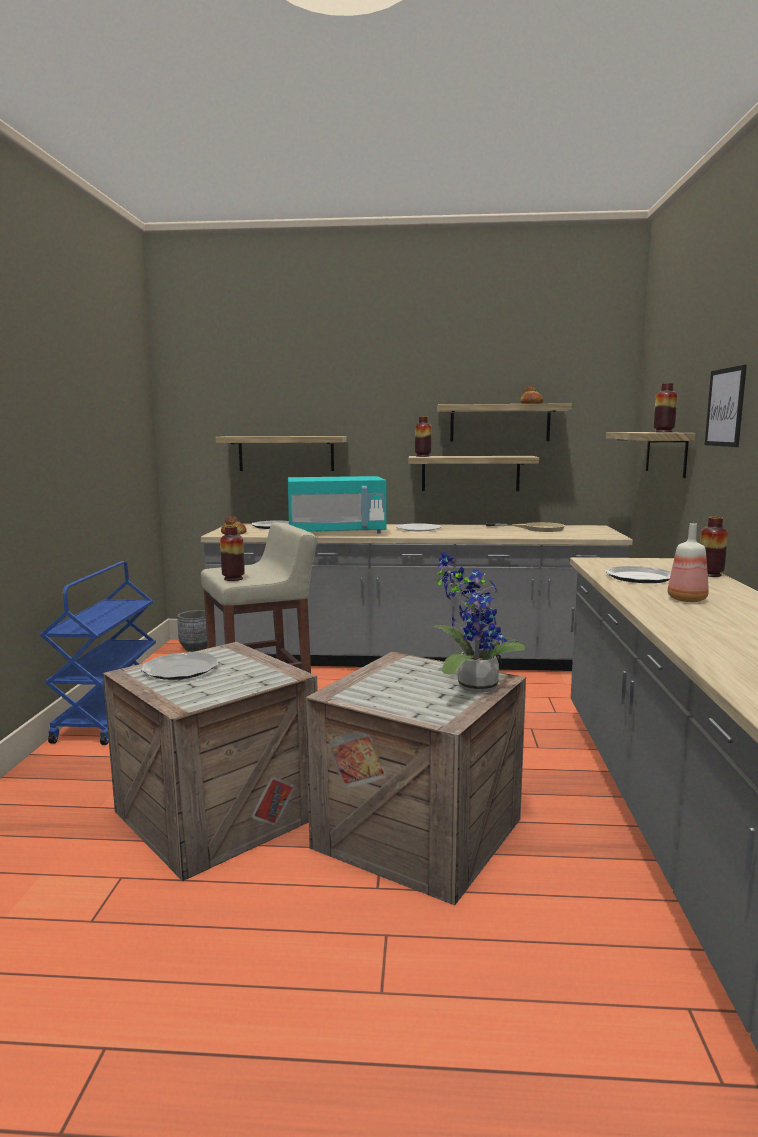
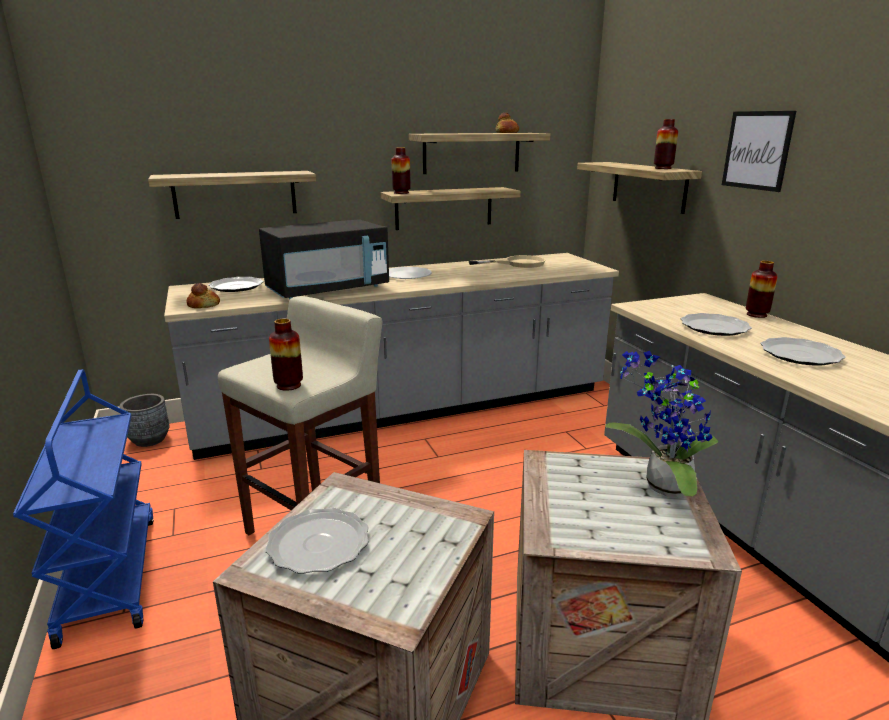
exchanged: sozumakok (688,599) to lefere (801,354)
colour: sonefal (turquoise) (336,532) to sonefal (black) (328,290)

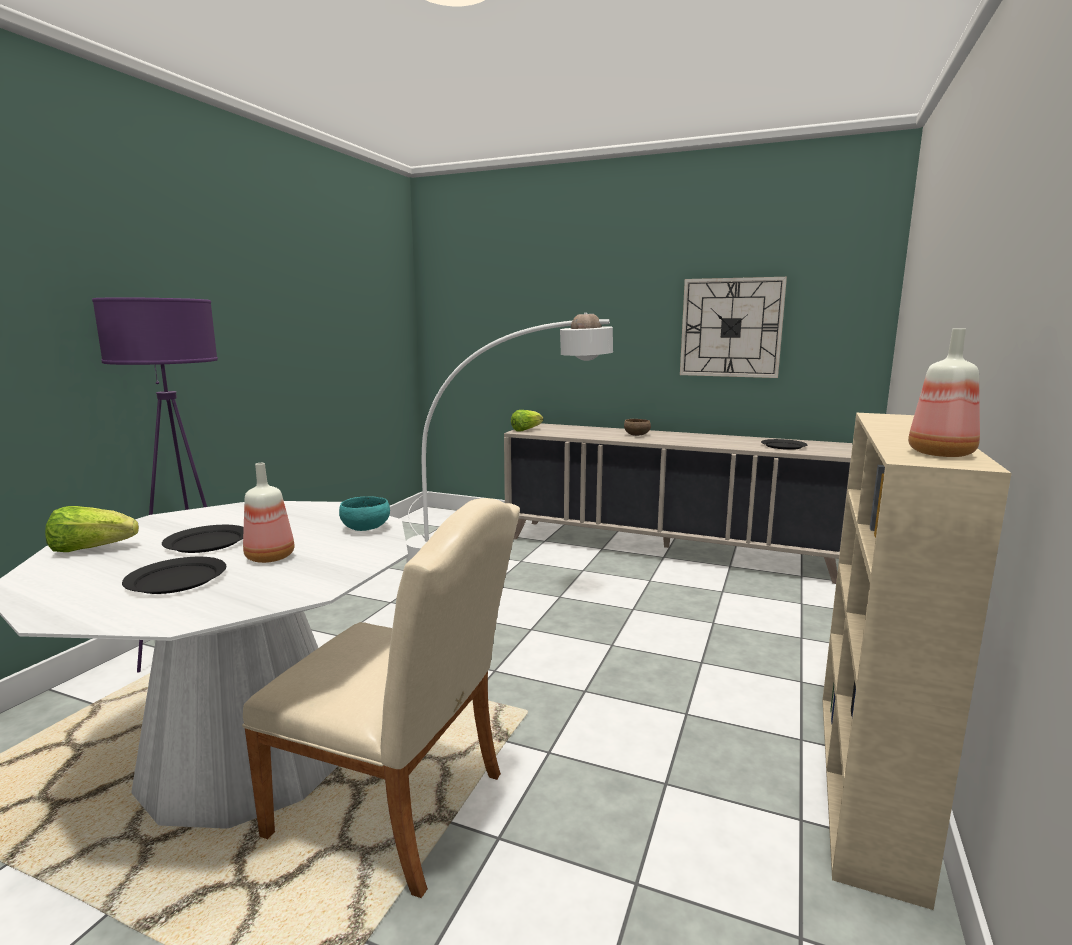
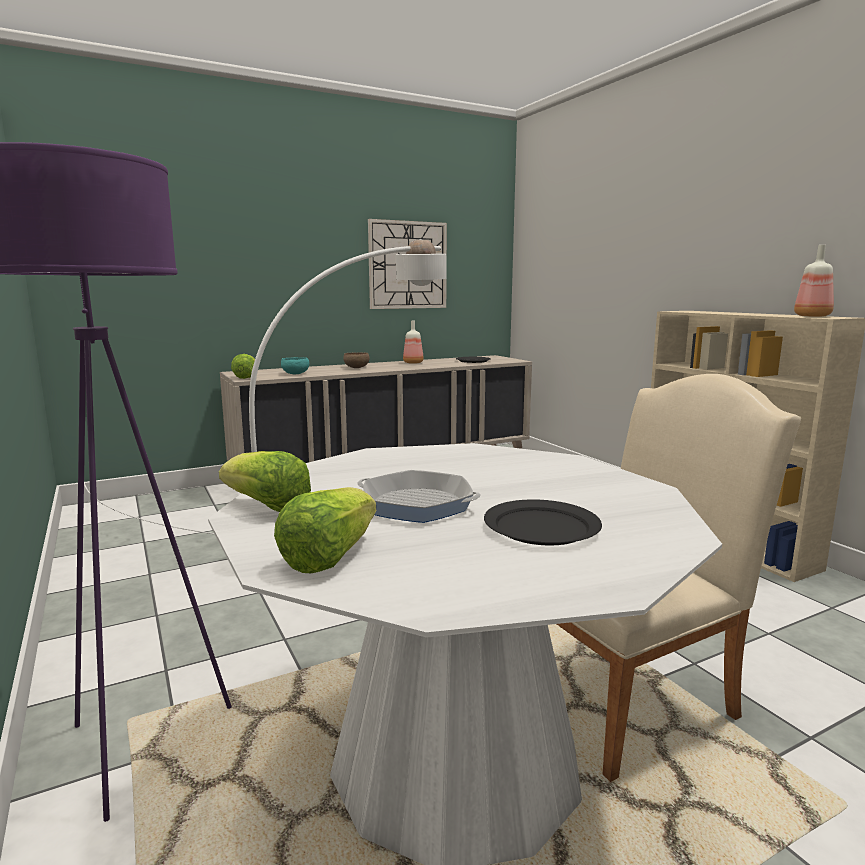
appeared: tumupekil (267,506)
relocated: sozumakok (271,557) to (412,362); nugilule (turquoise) (365,528) to (295,374)
exchanged: lefere (black) (207,542) to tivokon (417,504)

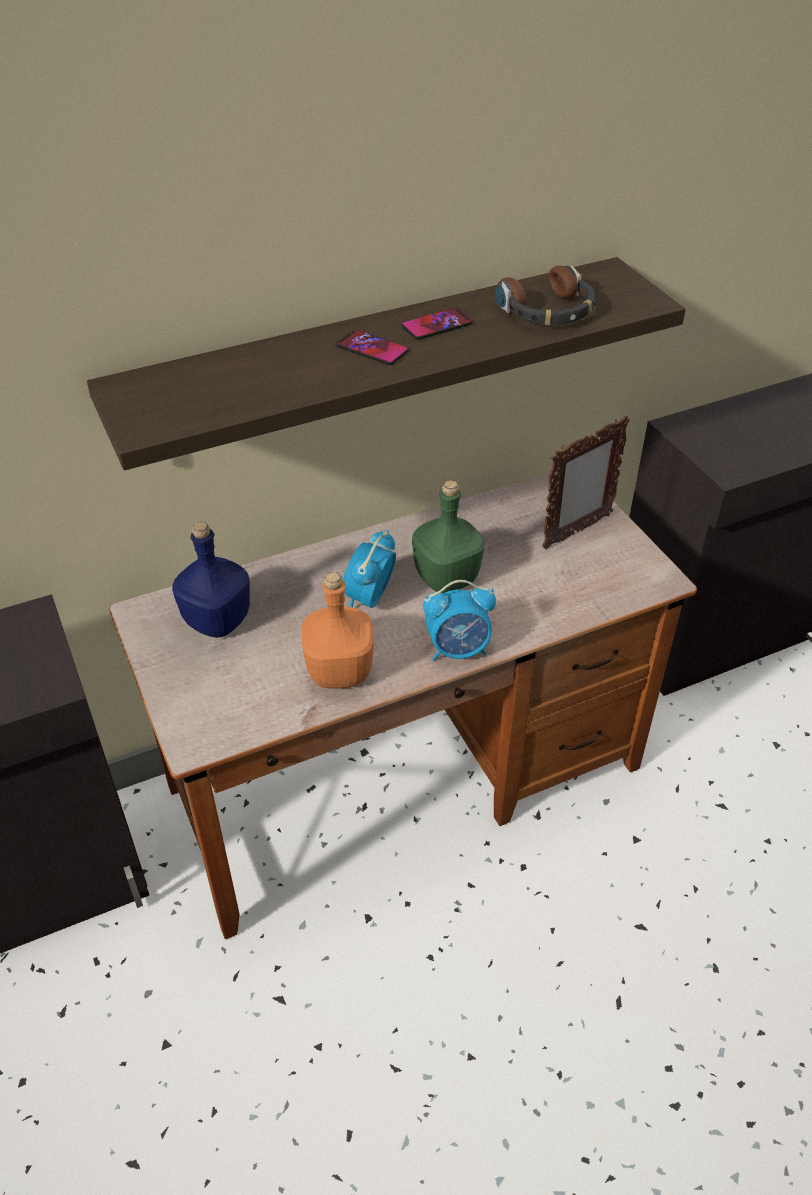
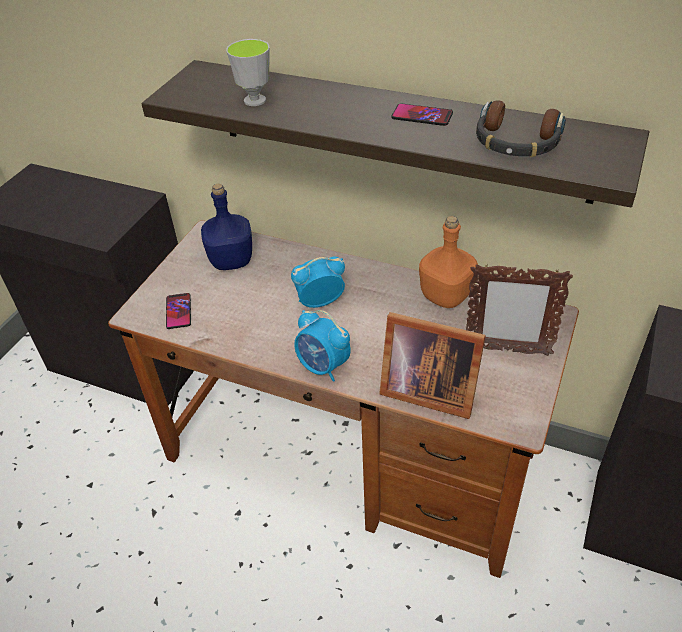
missing: sozumakok (green) (447,579)
appeared: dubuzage (255,100); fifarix (426,389)
relocated: sozumakok (orange) (339,671) to (446,295); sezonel (372,348) to (178,311)

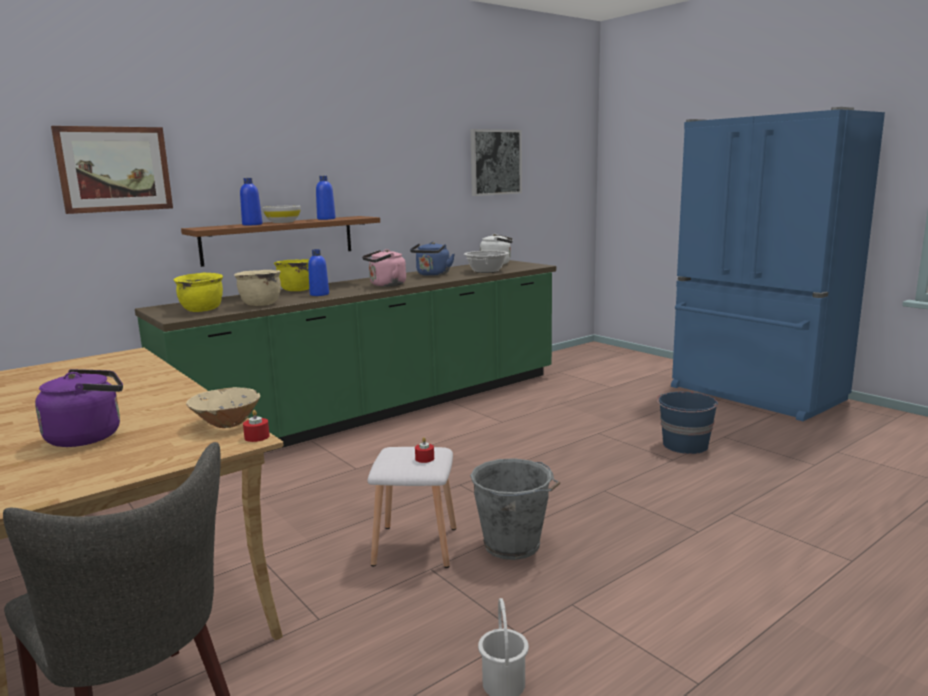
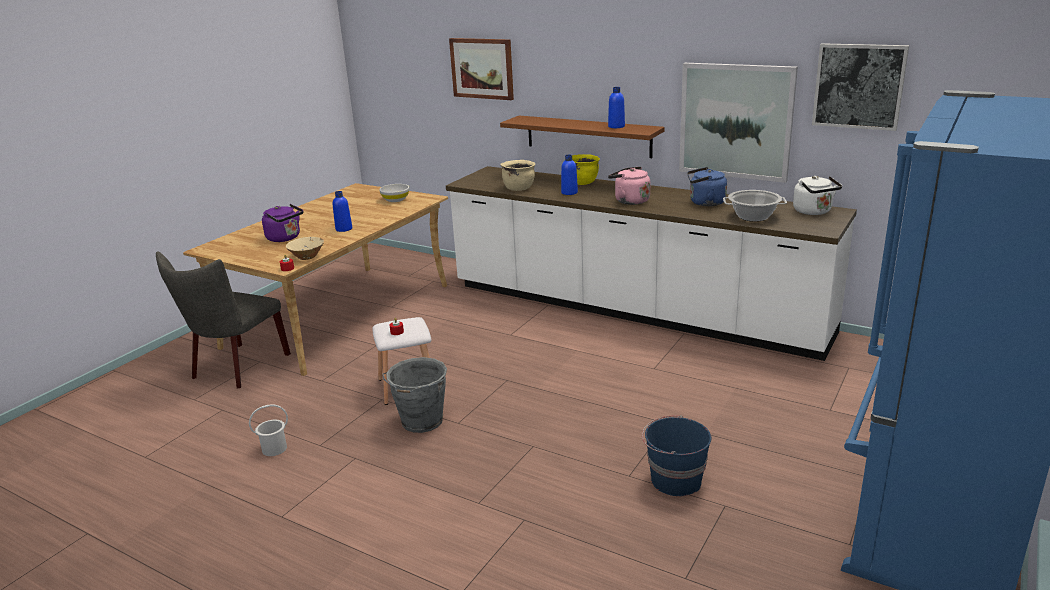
missing: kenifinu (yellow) (202,310)
appeared: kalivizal (735,121)
relocated: sozumakok (blue) (252,224) to (344,229); nugilule (white) (283,222) to (395,199)
colour: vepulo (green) (381,410) to vepulo (white) (632,310)

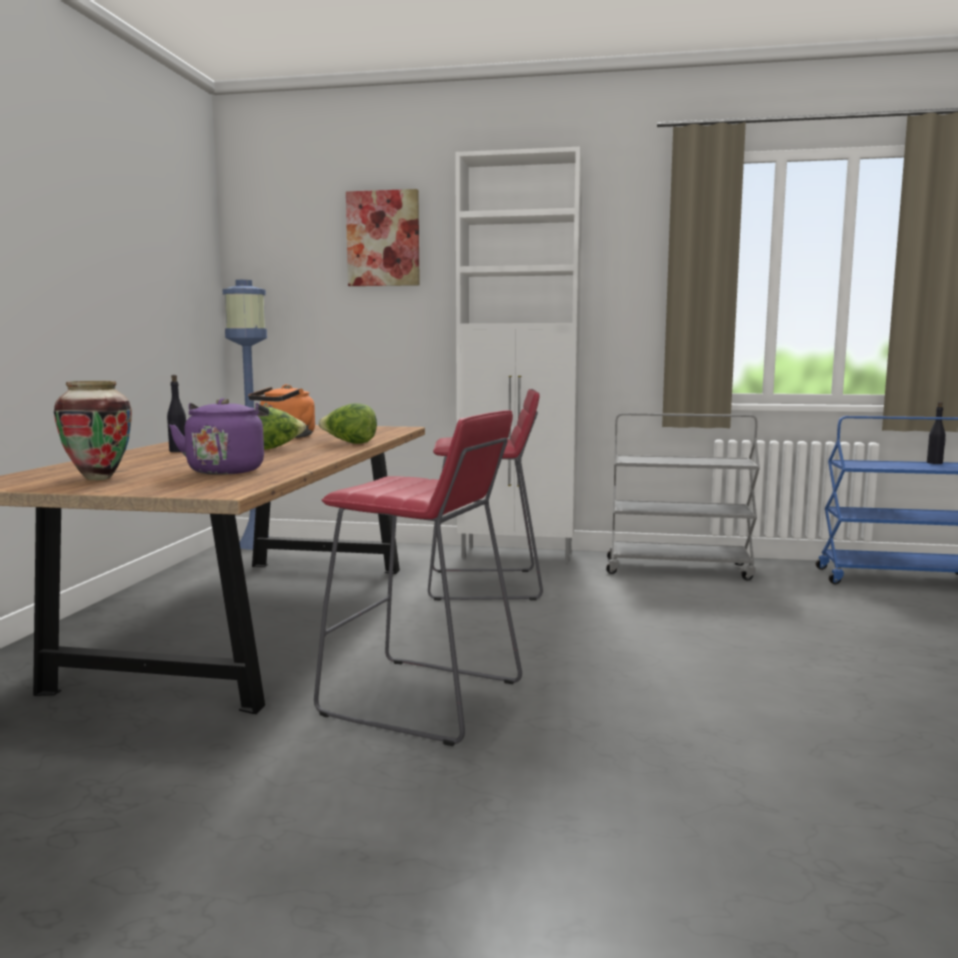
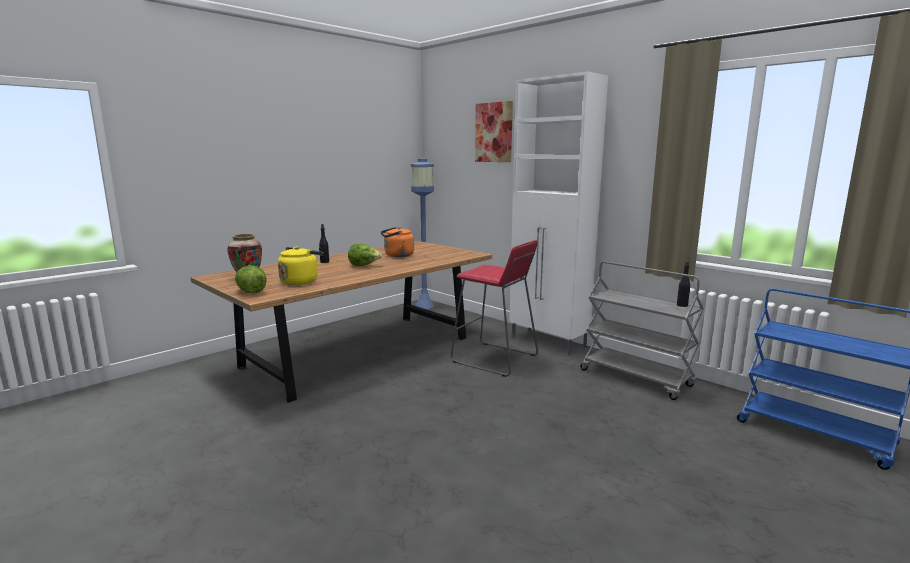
missing: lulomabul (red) (422,699)
relocated: tumupekil (349,443) to (250,292); sozumakok (black) (935,463) to (682,305)
colour: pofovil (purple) (226,470) to pofovil (yellow) (300,281)

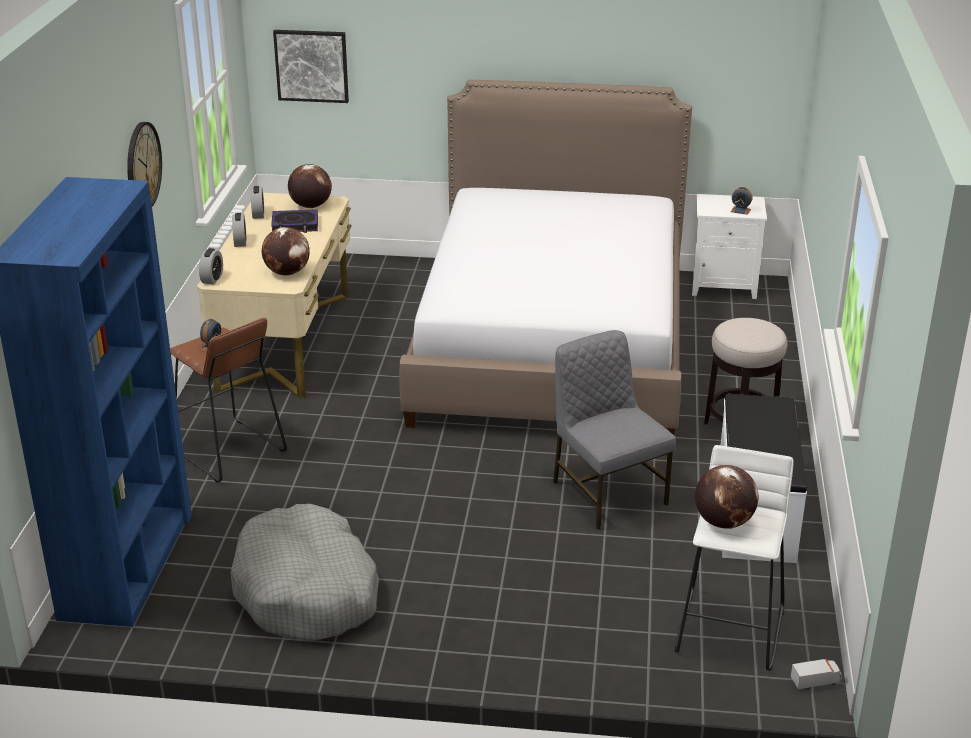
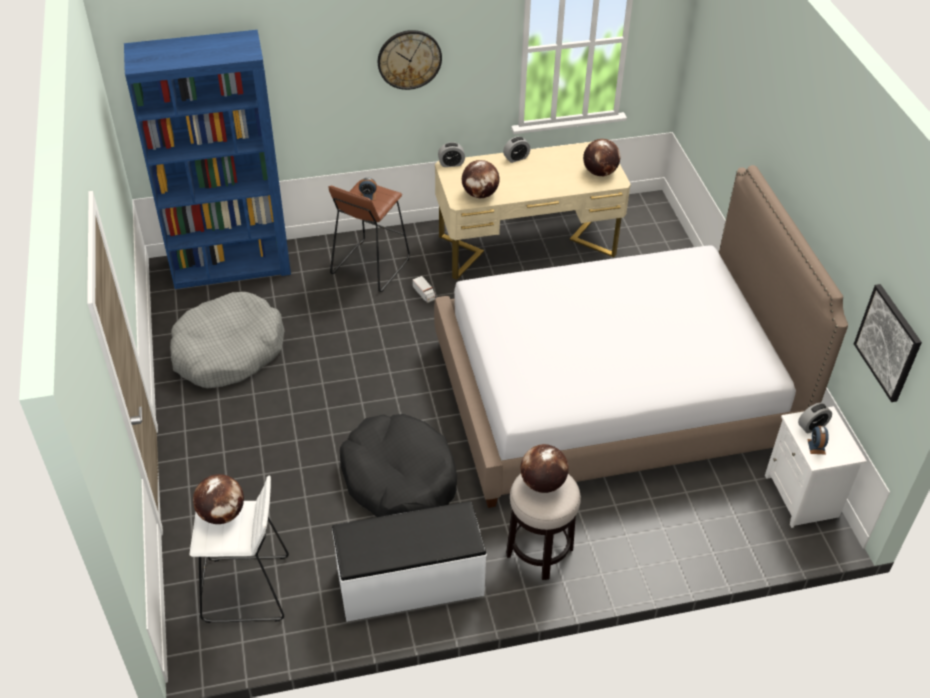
missing: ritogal (295,225)
appeared: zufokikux (542,483)
relocated: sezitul (258,214) to (812,426); kalivizal (311,65) to (888,342); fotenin (816,681) to (424,294)
exchanged: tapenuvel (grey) (607,492) to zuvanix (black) (399,480)

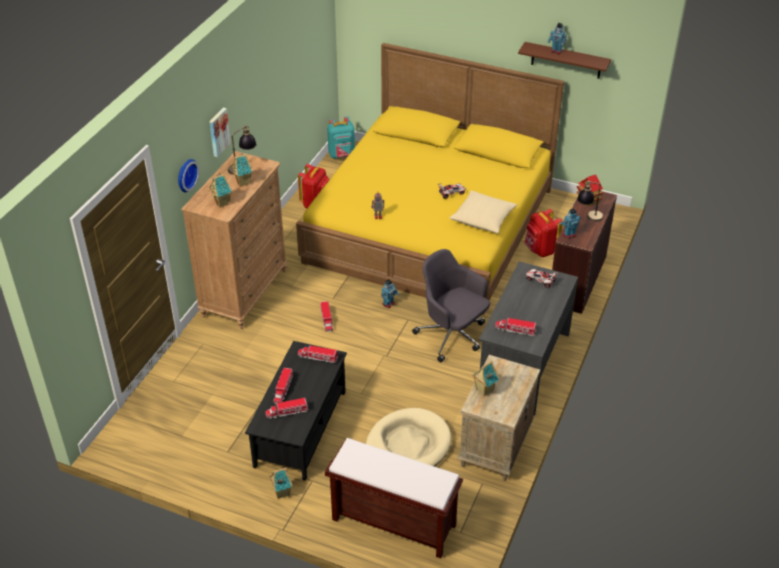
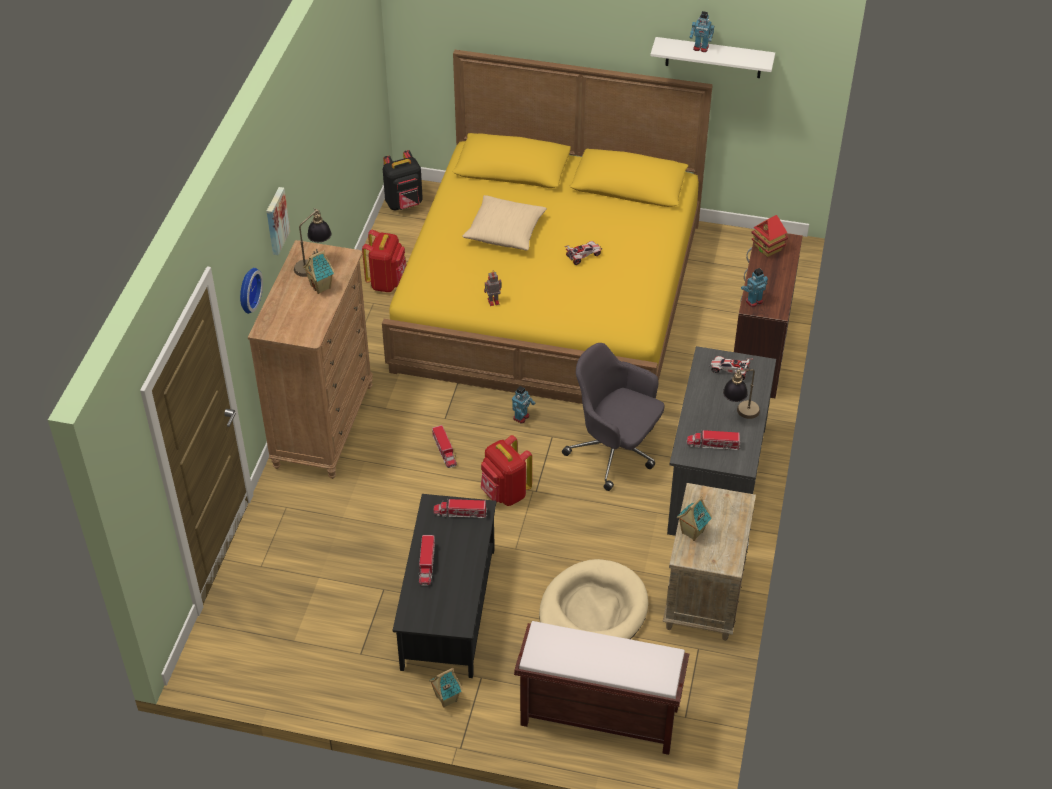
missing: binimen (222,203); fotenin (287,412)
relocated: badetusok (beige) (483,218) to (505,231); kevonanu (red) (540,250) to (505,493); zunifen (588,218) to (740,414)
colour: kevonanu (turquoise) (342,155) to kevonanu (black) (404,204); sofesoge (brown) (566,60) to sofesoge (white) (713,58)

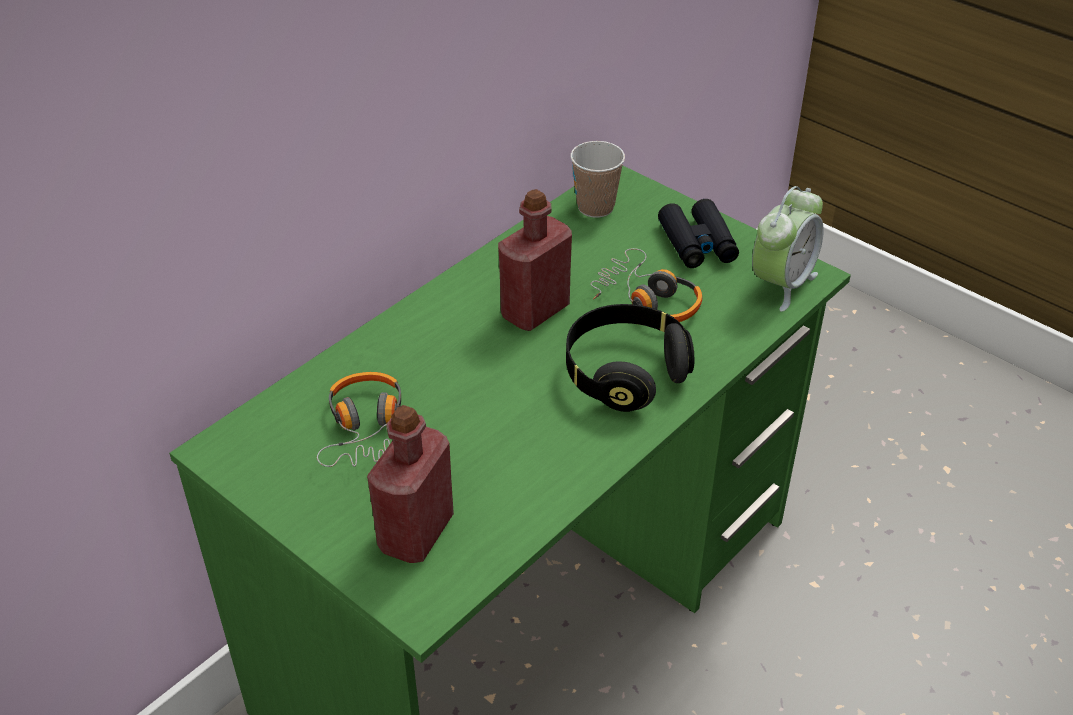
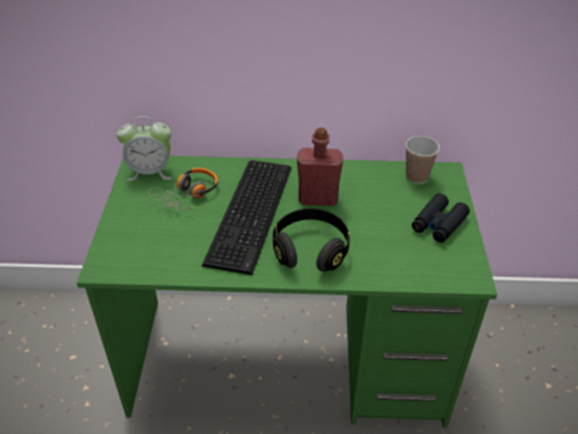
missing: sozumakok (red) (416,533); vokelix (647,299)
appeared: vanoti (253,212)
relocated: sezitul (781,284) to (150,172)

